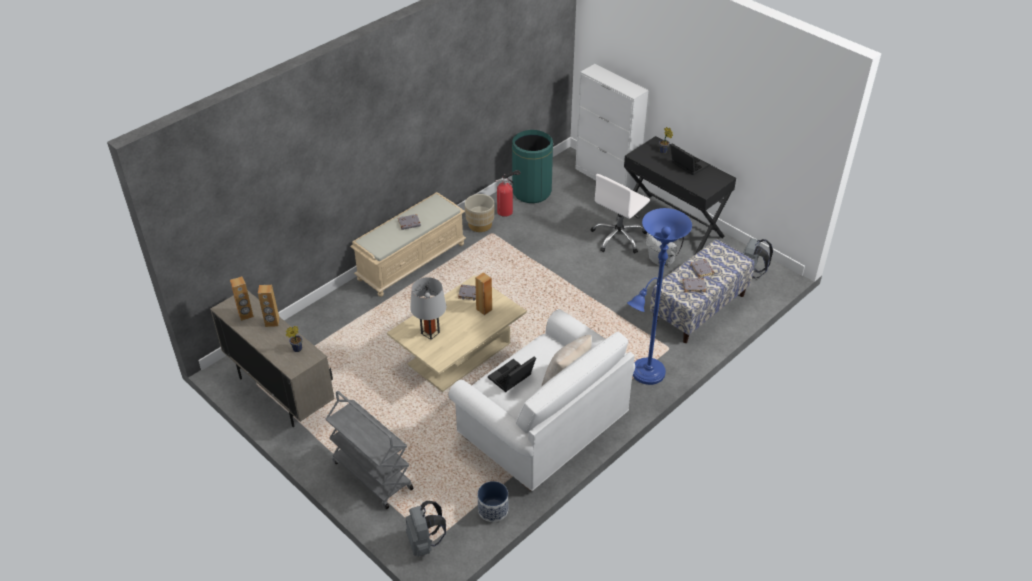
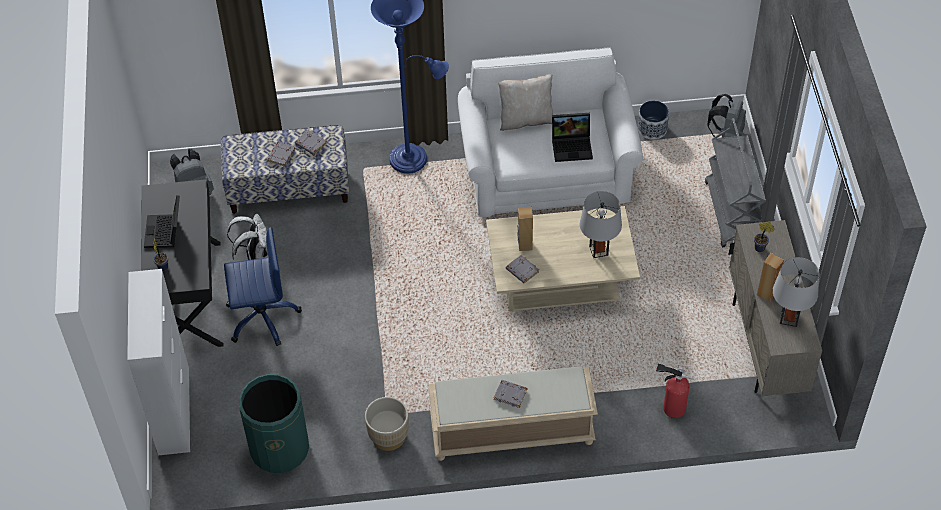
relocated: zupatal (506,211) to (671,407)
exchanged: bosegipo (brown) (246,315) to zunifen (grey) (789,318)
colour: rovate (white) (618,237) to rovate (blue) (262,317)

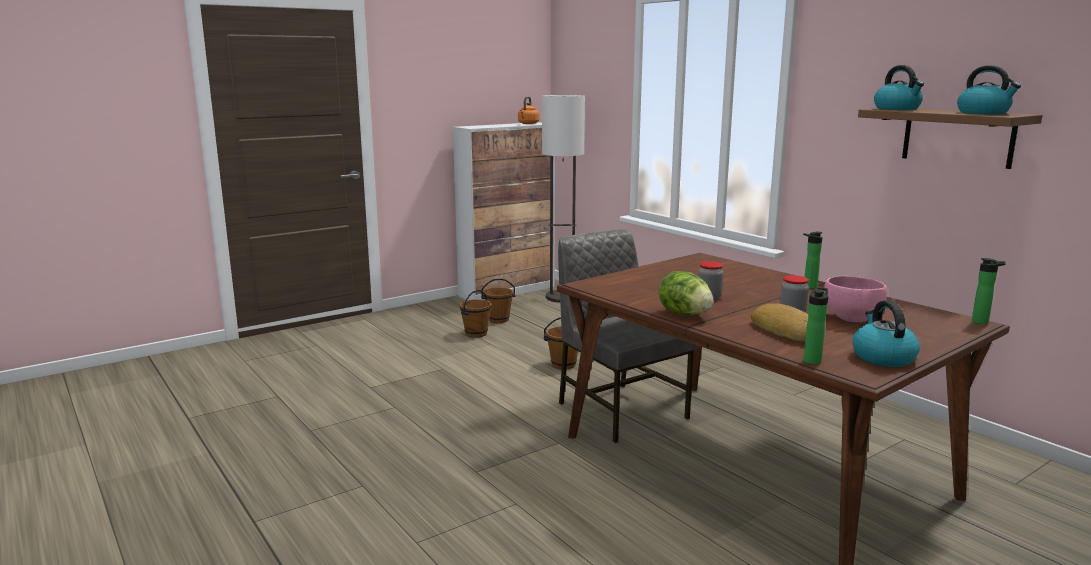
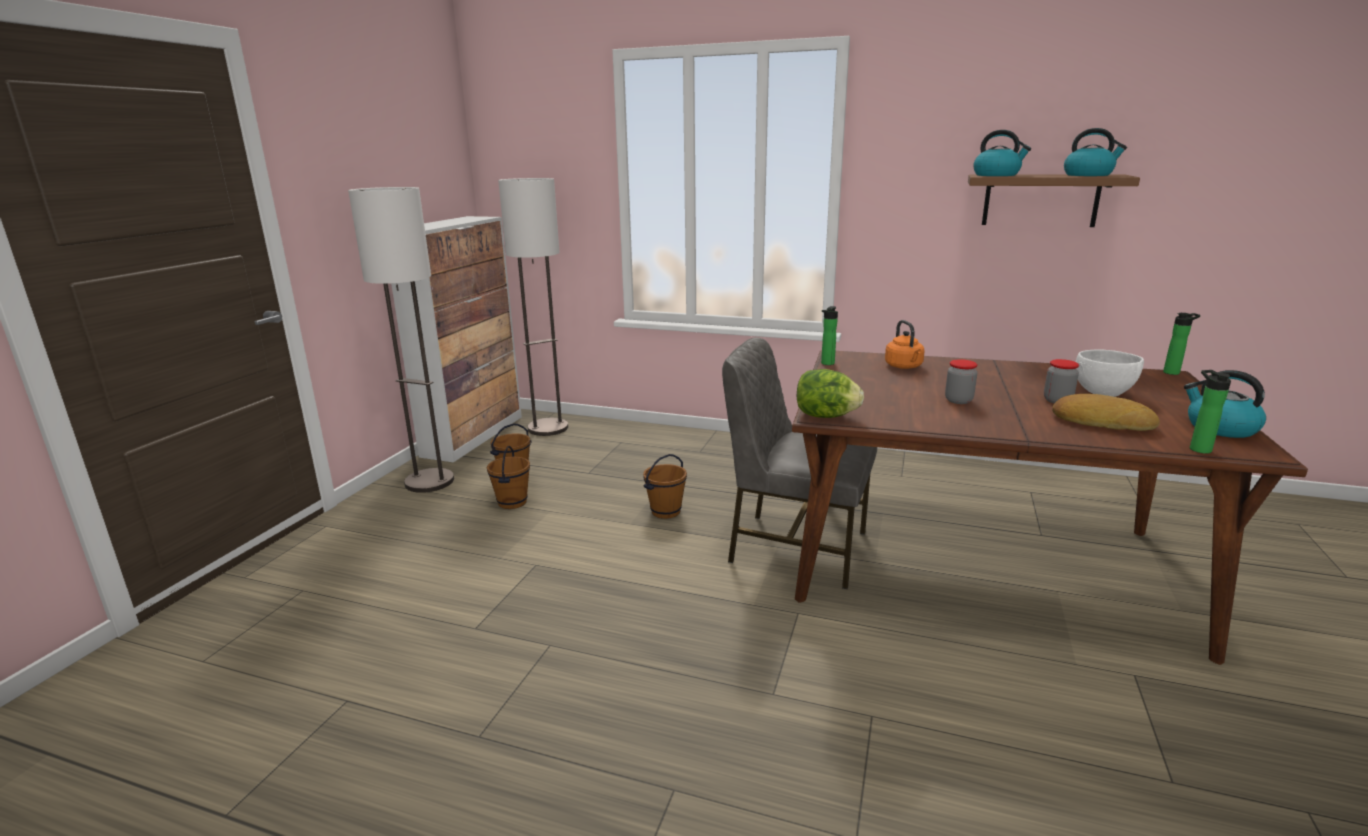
appeared: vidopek (430,481)
relocated: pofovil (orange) (527,124) to (904,367); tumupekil (684,314) to (825,416); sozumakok (808,287) to (826,364)
colour: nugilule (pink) (852,318) to nugilule (white) (1103,393)

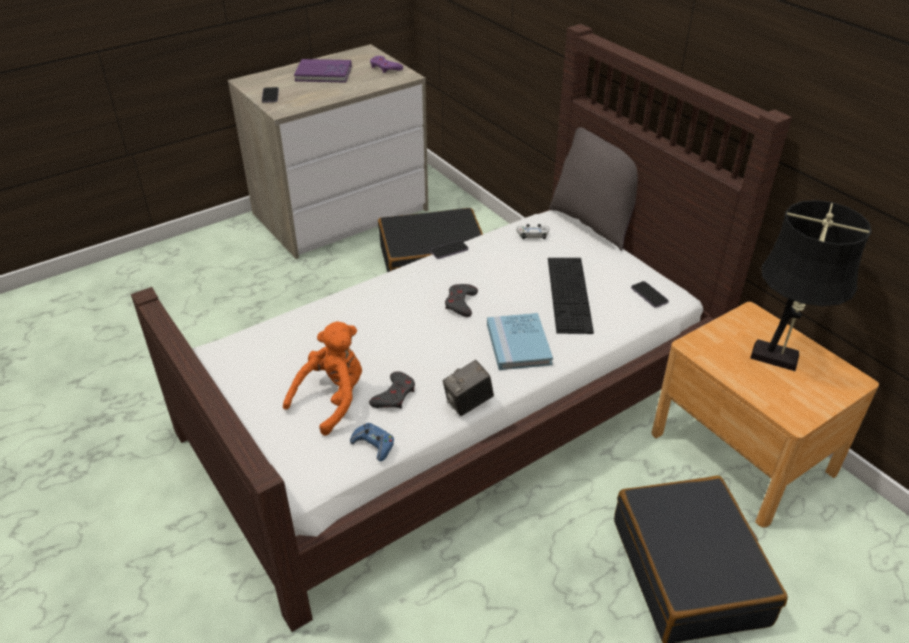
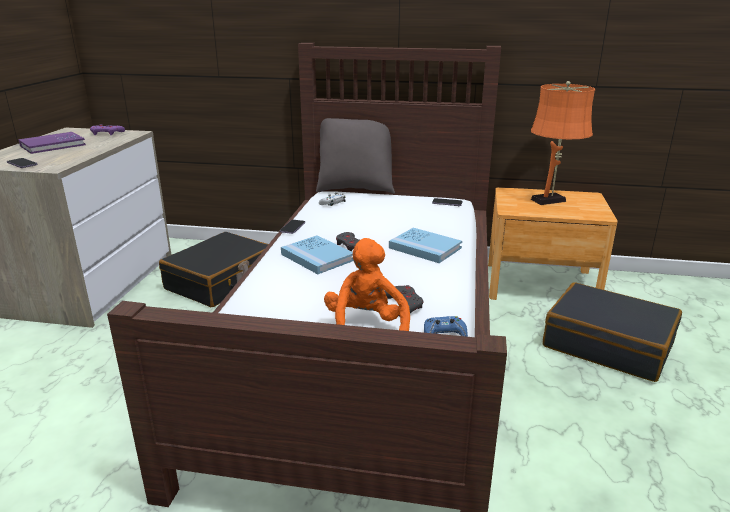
missing: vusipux (468,403); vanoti (569,294)
appeared: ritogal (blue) (317,257)
colour: zunifen (black) (779,358) to zunifen (orange) (551,200)

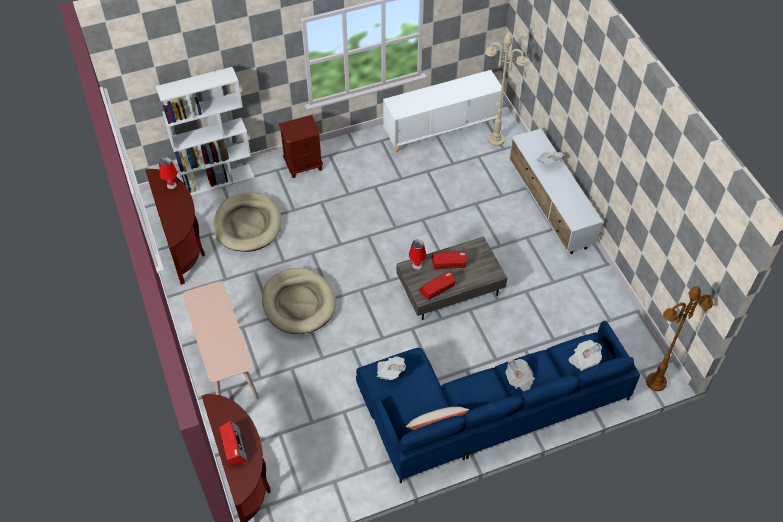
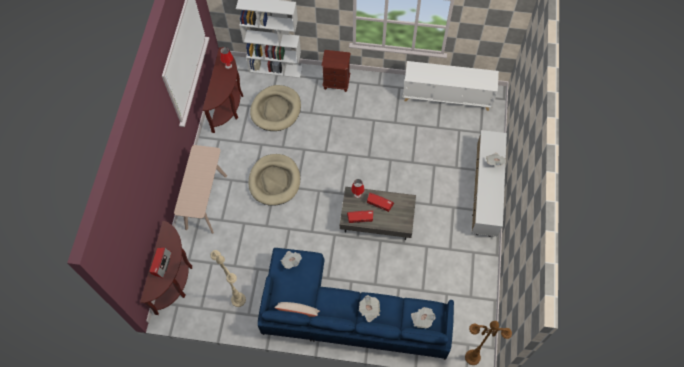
relocated: vidopek (beige) (495,140) to (238,299)

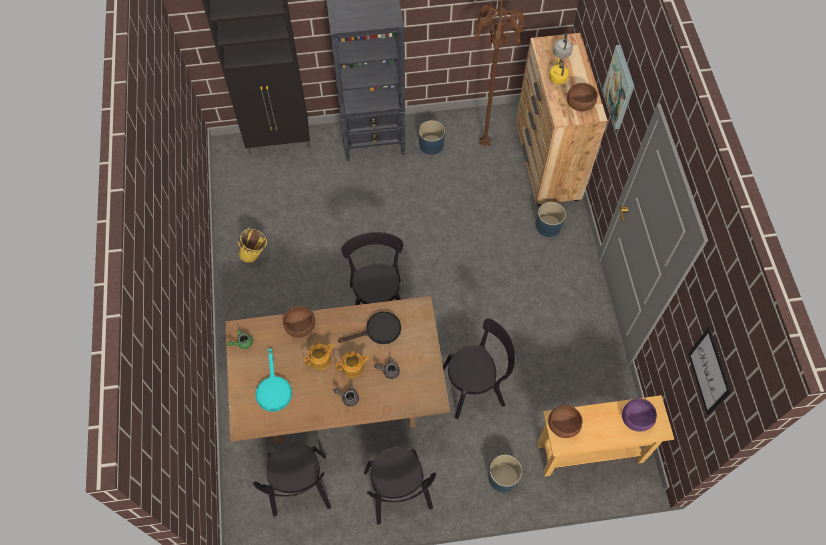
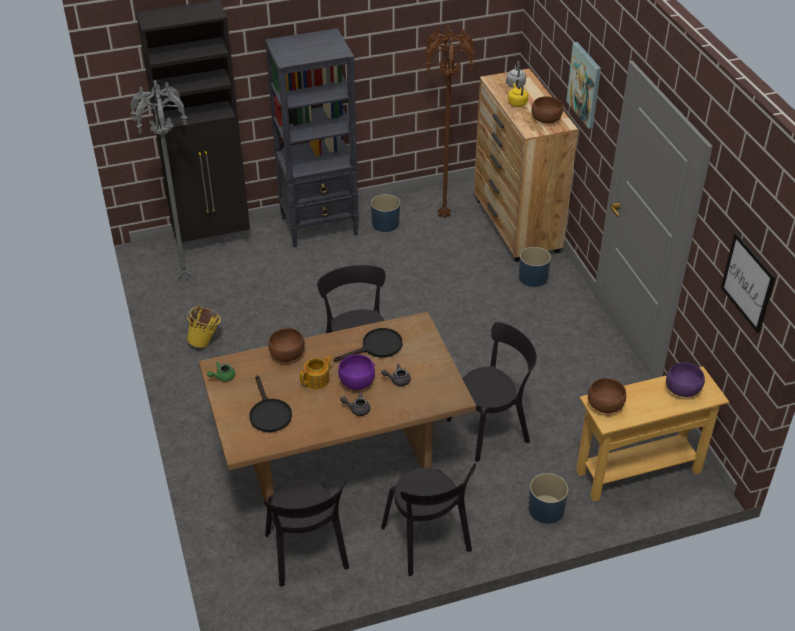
appeared: vidopek (grey) (186,278)
exchanged: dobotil (353,367) to nugilule (purple) (357,382)
colour: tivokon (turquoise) (273,389) to tivokon (black) (269,413)

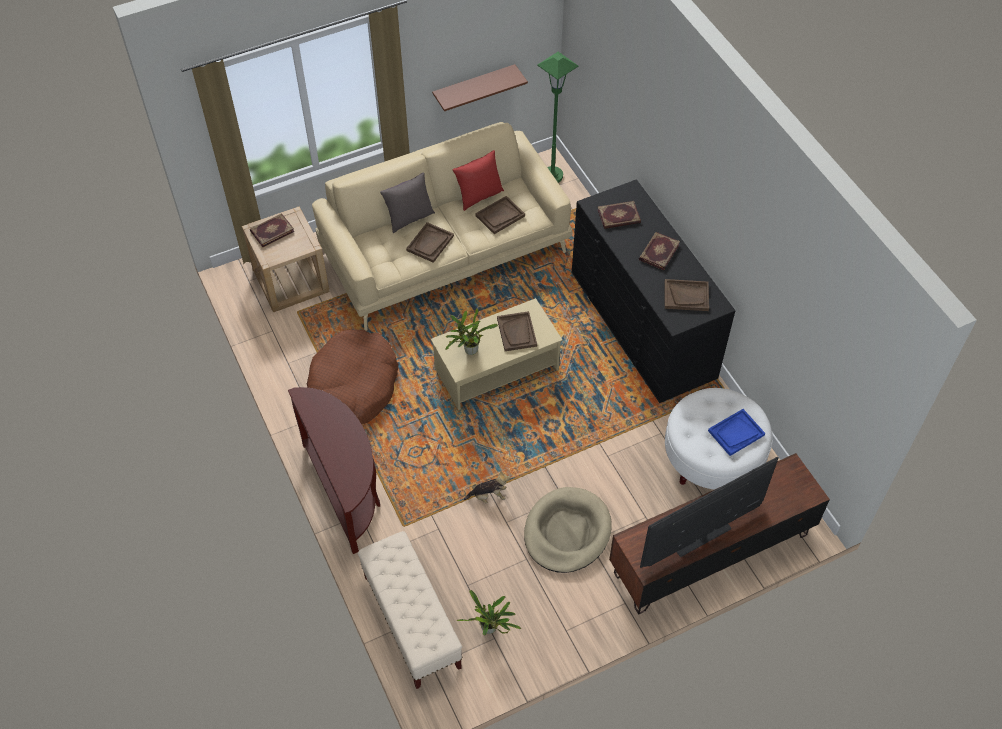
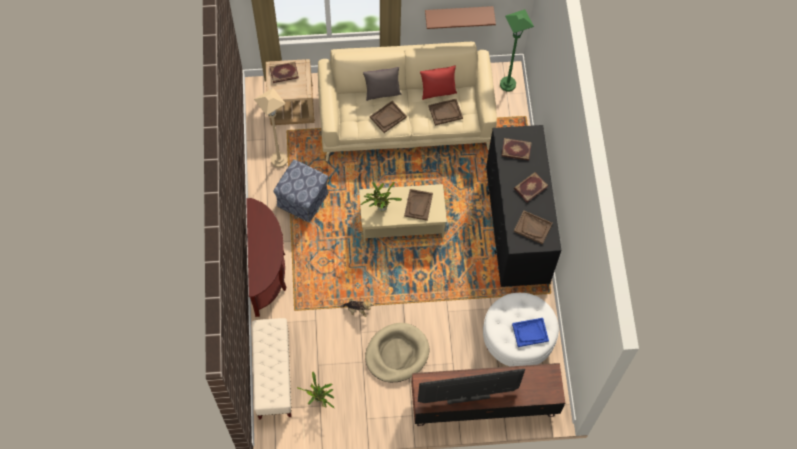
appeared: vidopek (beige) (279,160)
exchanged: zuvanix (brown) (354,385) to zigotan (303,199)

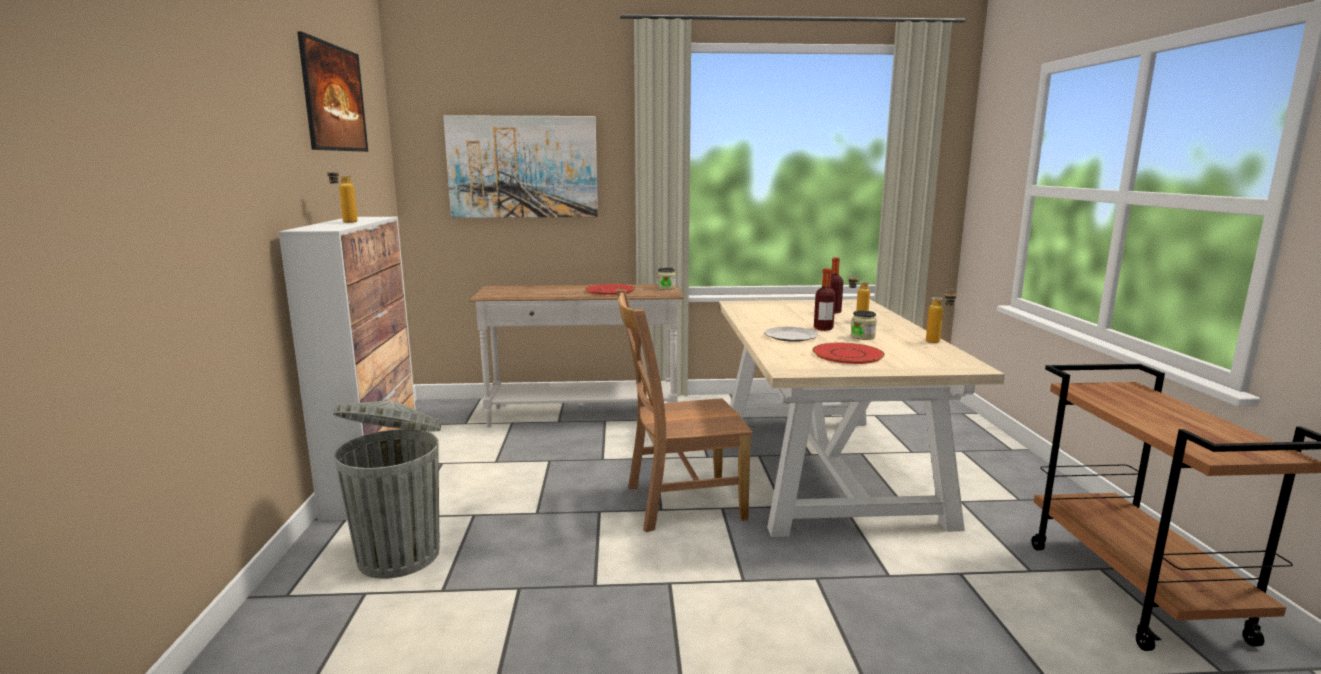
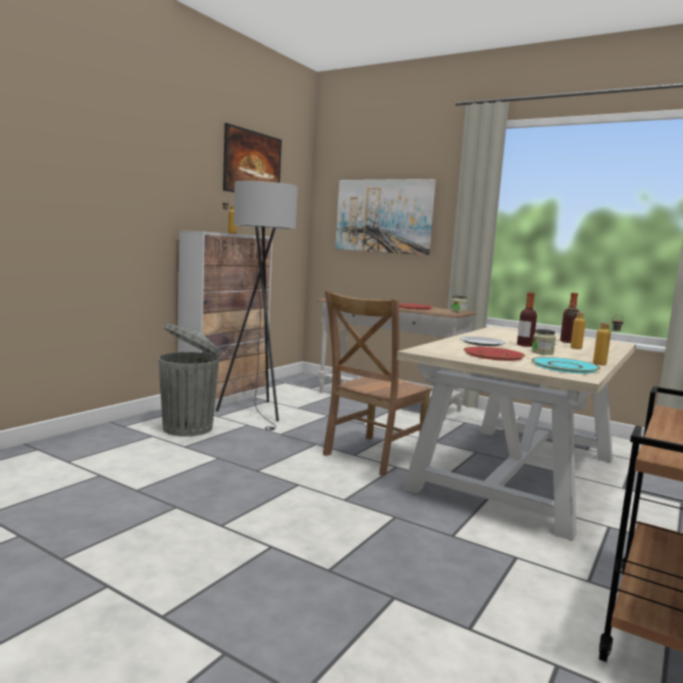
appeared: vidopek (grey) (258,412); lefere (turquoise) (565,366)
spun: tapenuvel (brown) (679,503) = (371,455) 75 degrees counterclockwise

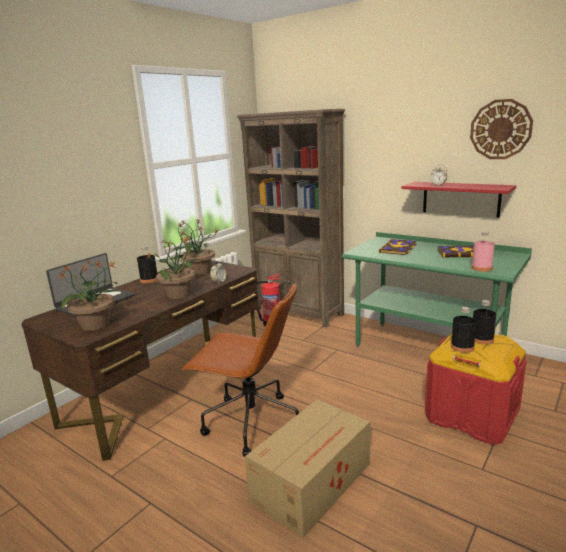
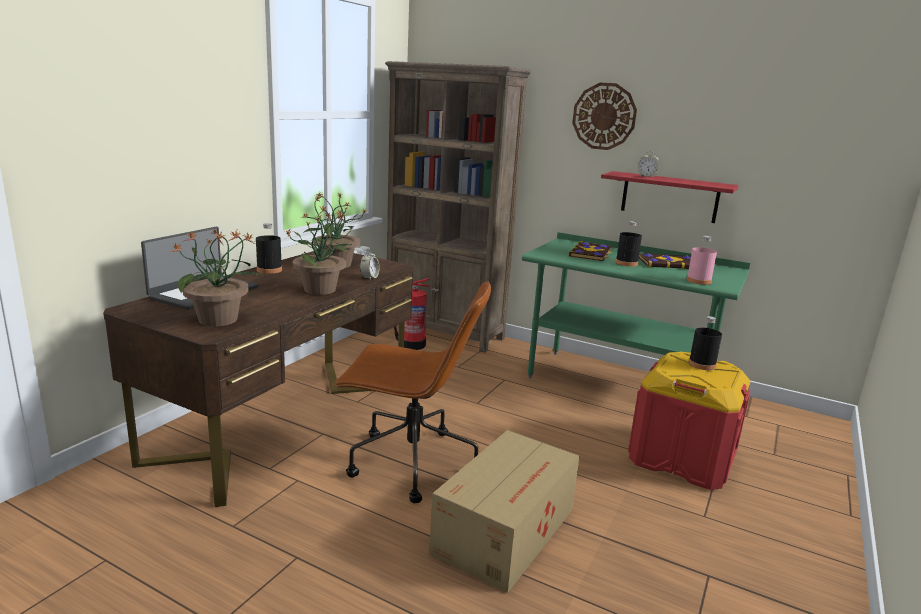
relocated: sozumakok (black) (462,347) to (626,263); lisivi (500,129) to (604,116)

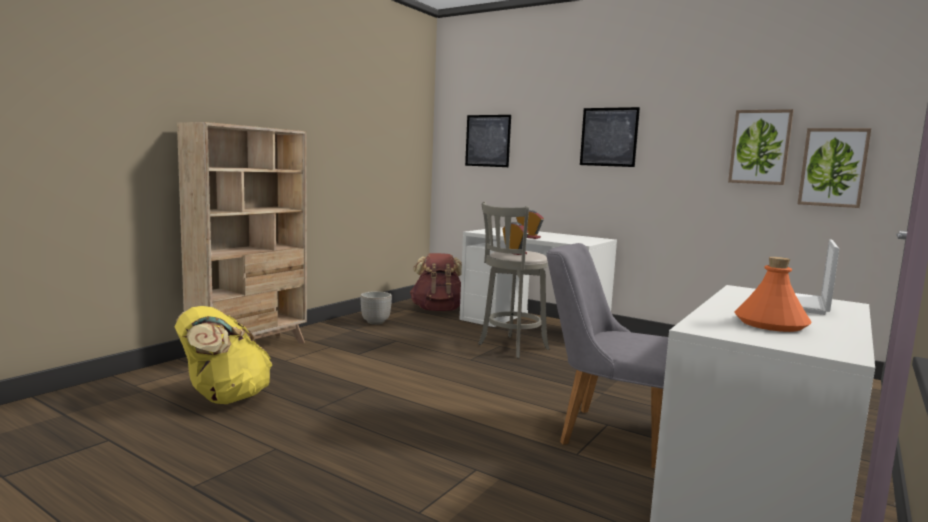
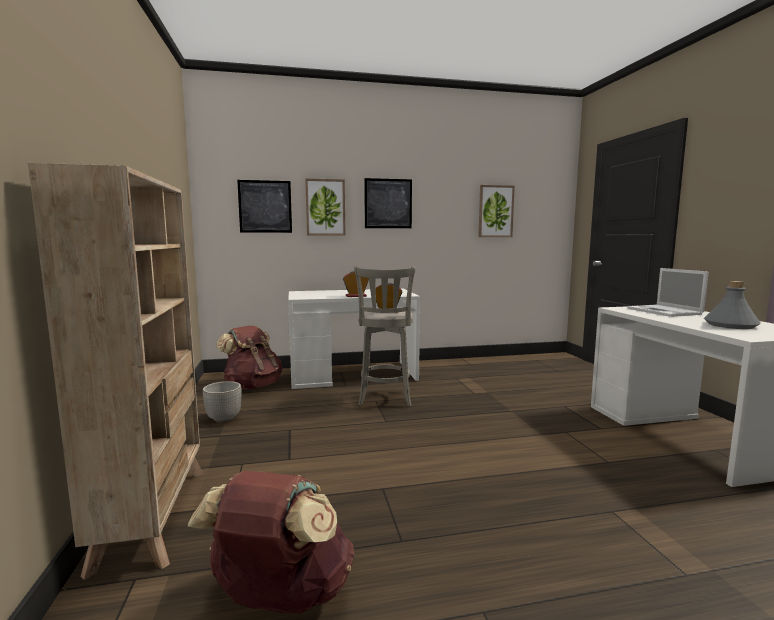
missing: tapenuvel (grey) (604,432)
relocated: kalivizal (833,167) to (325,207)
colour: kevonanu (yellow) (224,398) to kevonanu (brown) (280,598); sozumakok (orange) (770,324) to sozumakok (grey) (730,325)

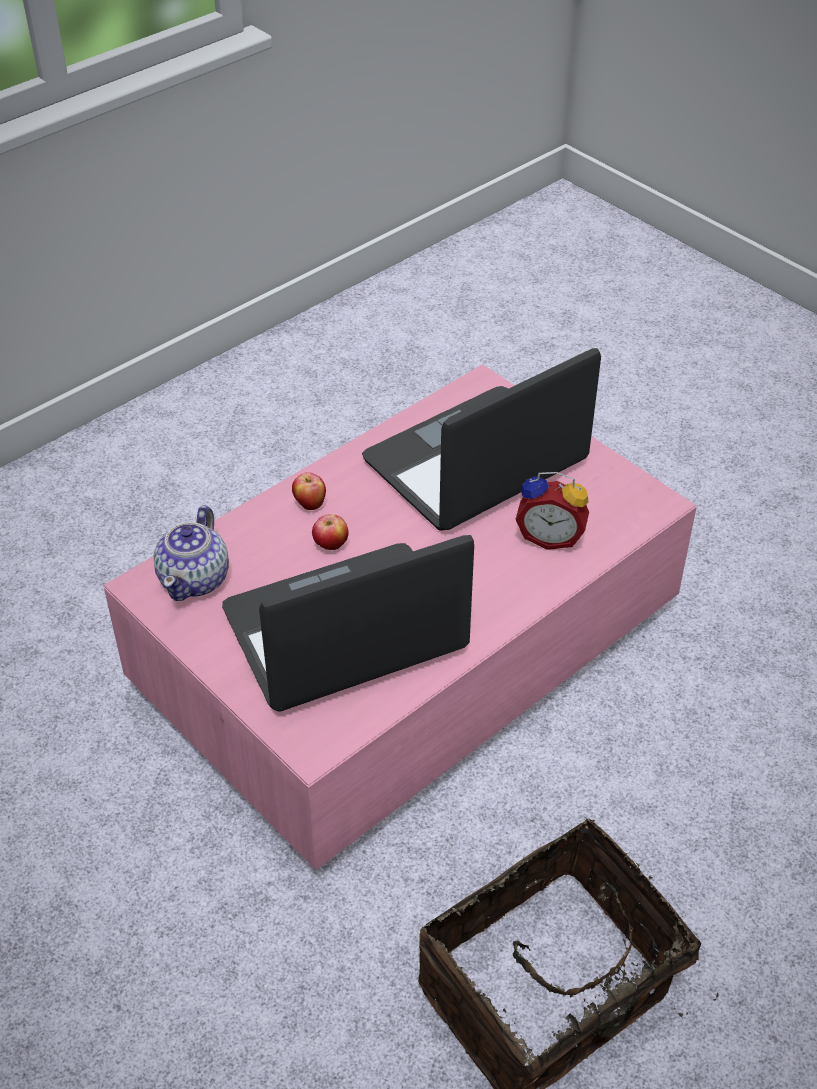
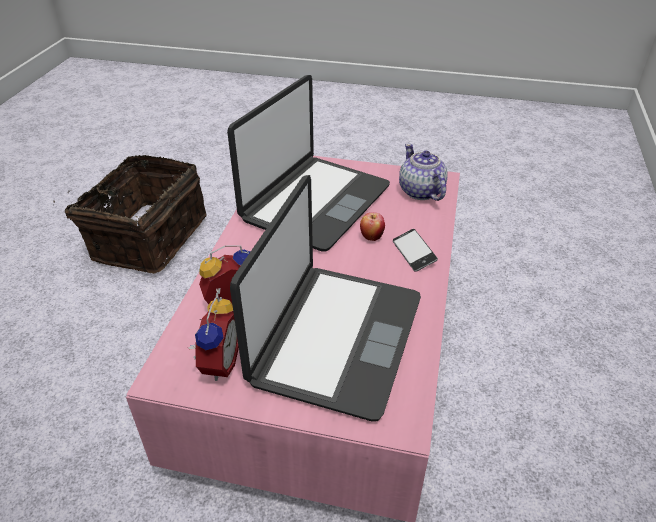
appeared: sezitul (217,363)
exchanged: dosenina (309,504) to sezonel (414,253)

